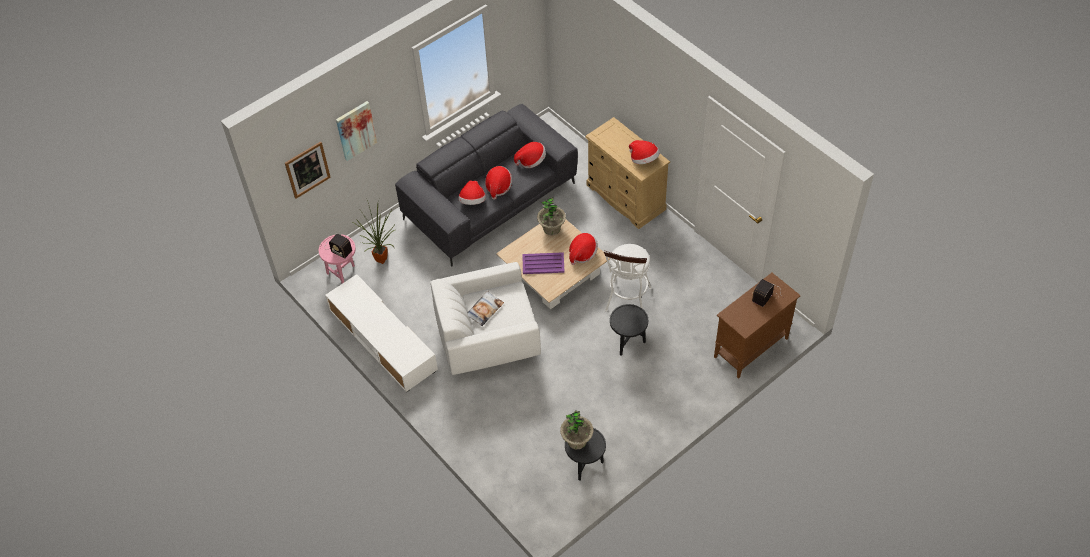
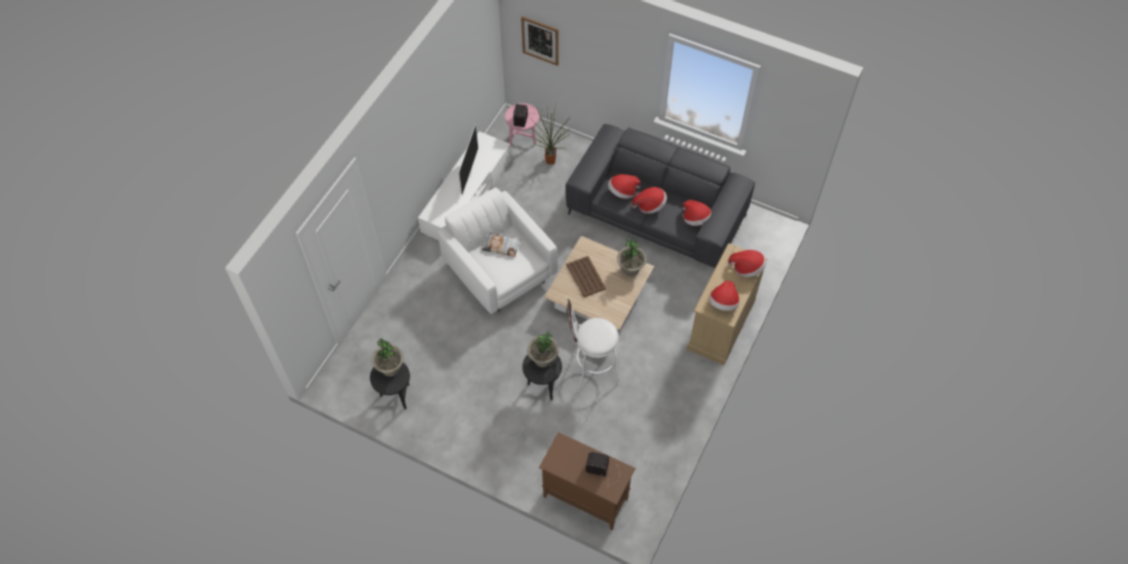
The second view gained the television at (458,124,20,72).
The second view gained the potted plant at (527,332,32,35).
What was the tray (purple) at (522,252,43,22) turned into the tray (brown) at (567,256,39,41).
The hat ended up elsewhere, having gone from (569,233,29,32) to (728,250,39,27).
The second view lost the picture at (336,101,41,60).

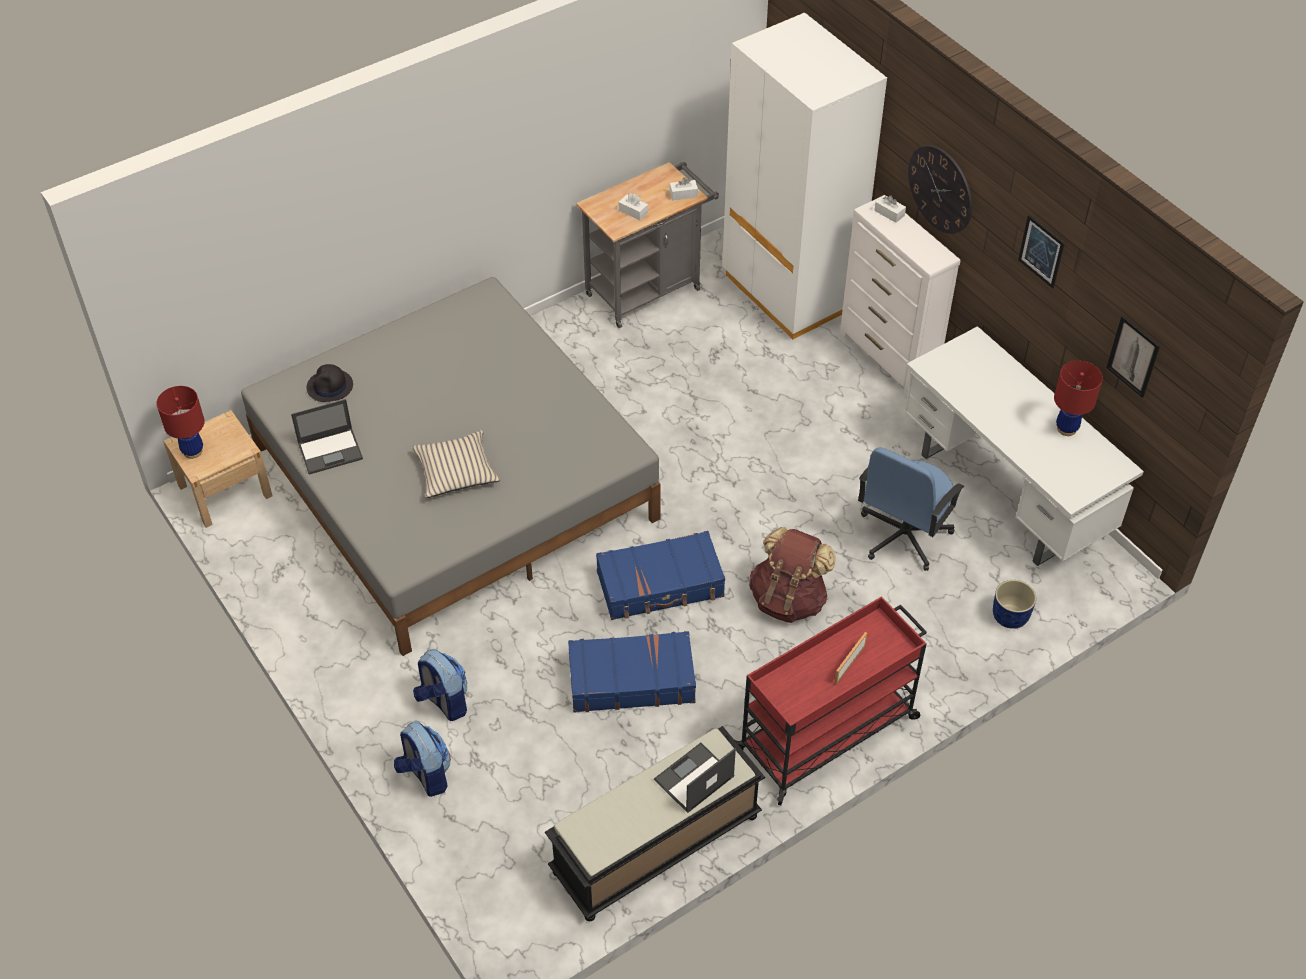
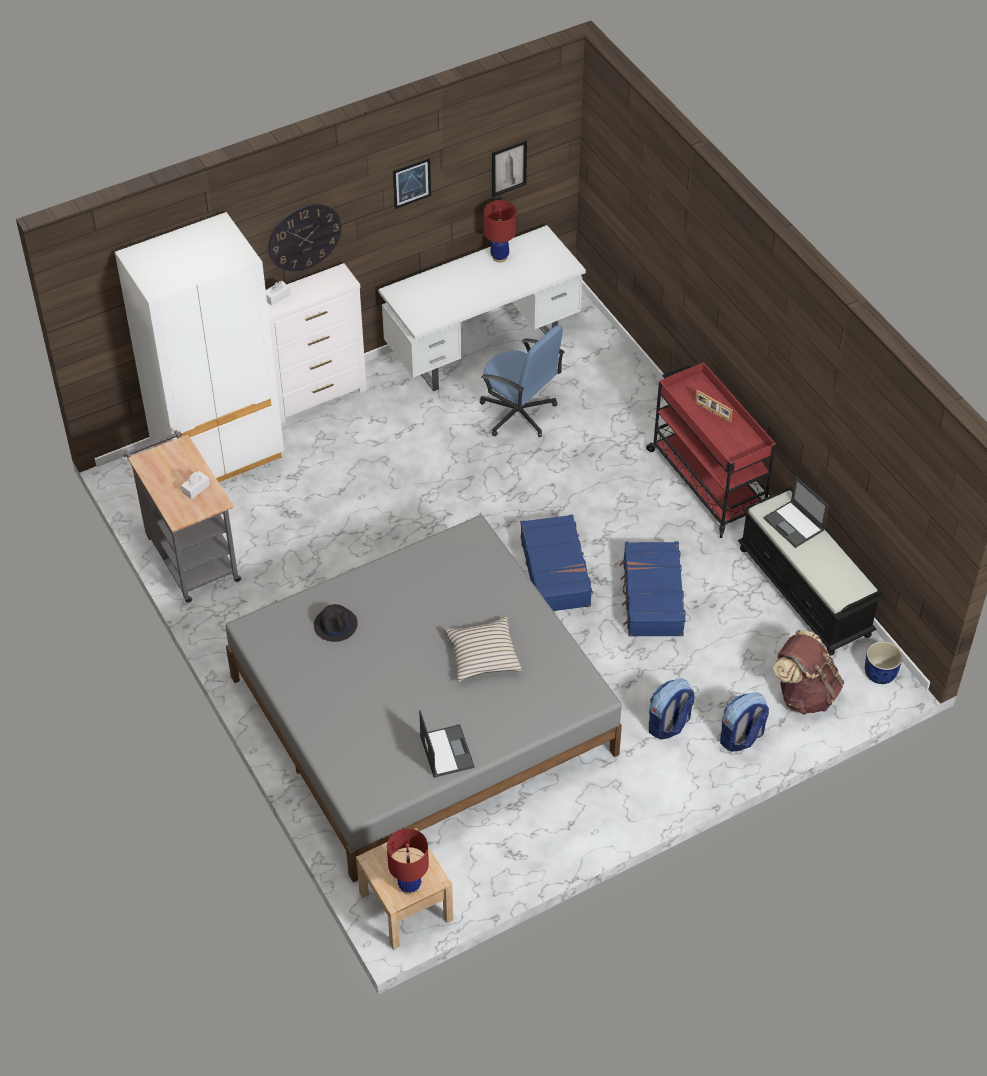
The hat (black) ended up elsewhere, having gone from (306,364,47,38) to (314,604,44,38).
The backpack (brown) ended up elsewhere, having gone from (749,527,87,96) to (773,630,71,85).
The planter (blue) ended up elsewhere, having gone from (993,580,43,49) to (865,641,38,43).
The second view lost the tissue box (white) at (669,178,29,22).

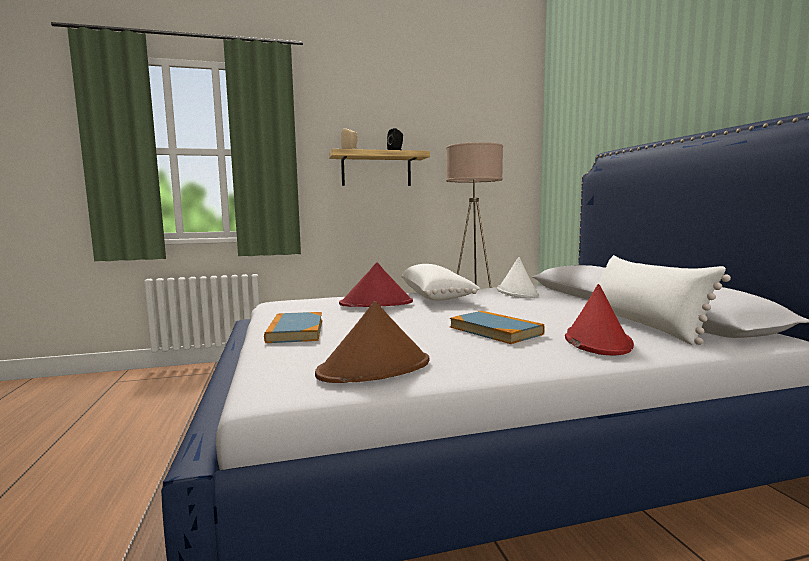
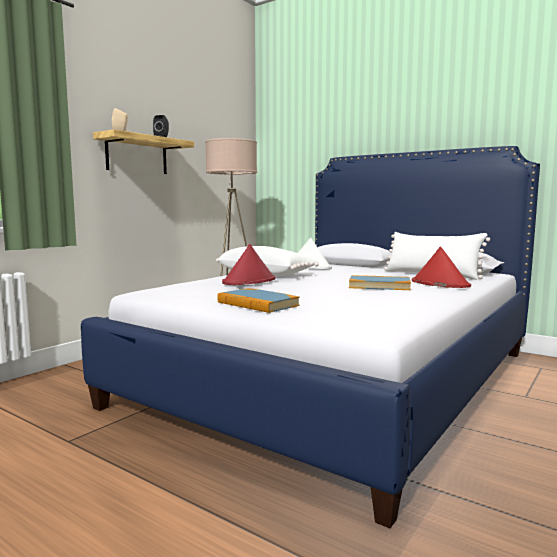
The second view lost the hat (brown) at (315,301,114,82).

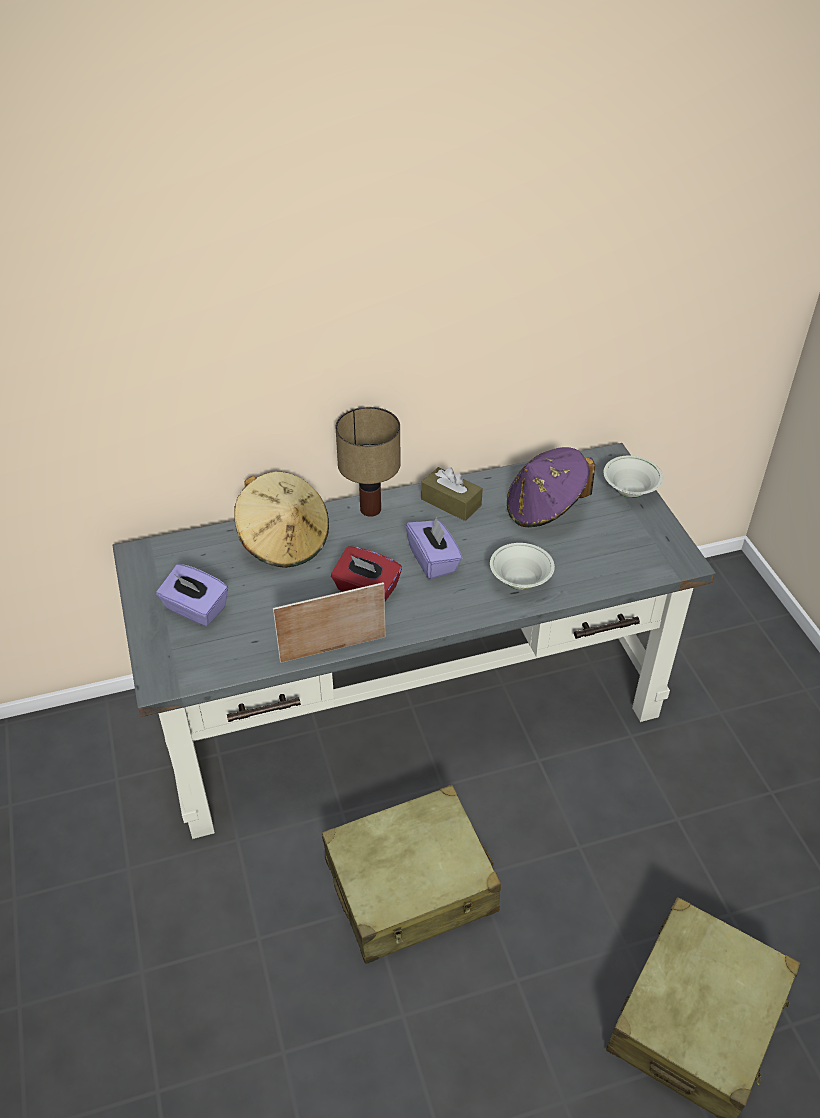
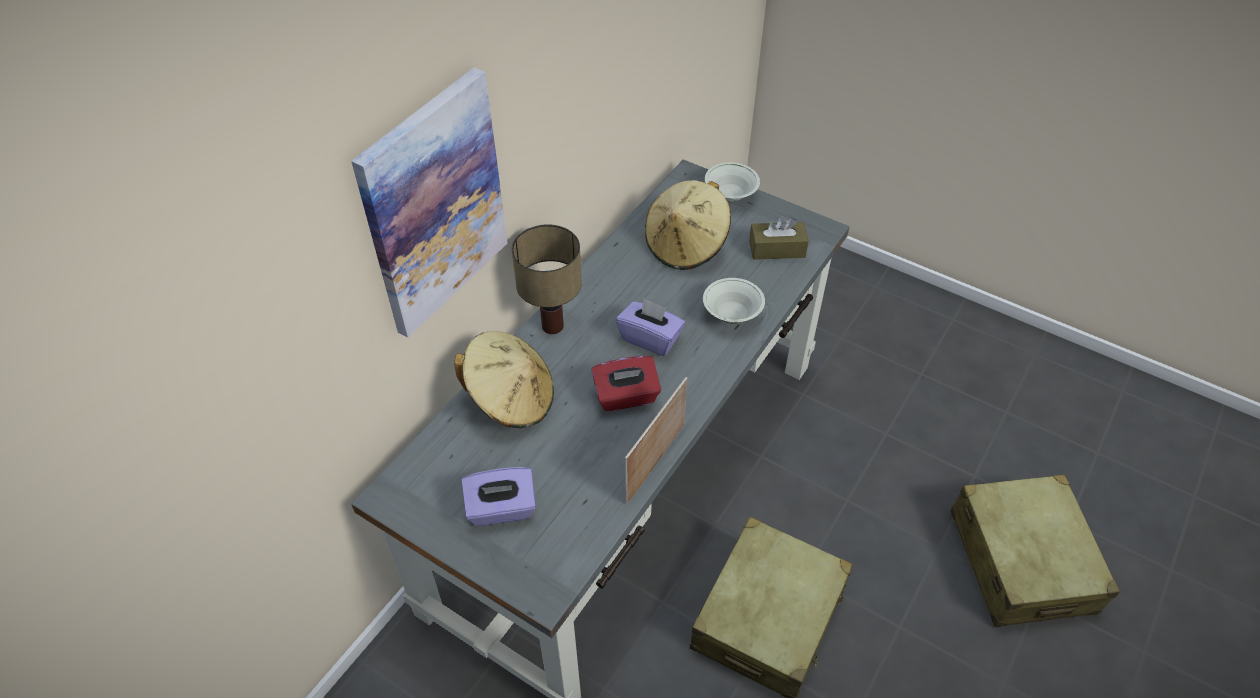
The second view gained the picture at (351,67,157,271).
What was the hat (purple) at (507,447,88,80) turned into the hat (beige) at (645,180,86,90).
The tissue box (brown) ended up elsewhere, having gone from (421,467,62,54) to (749,216,60,44).

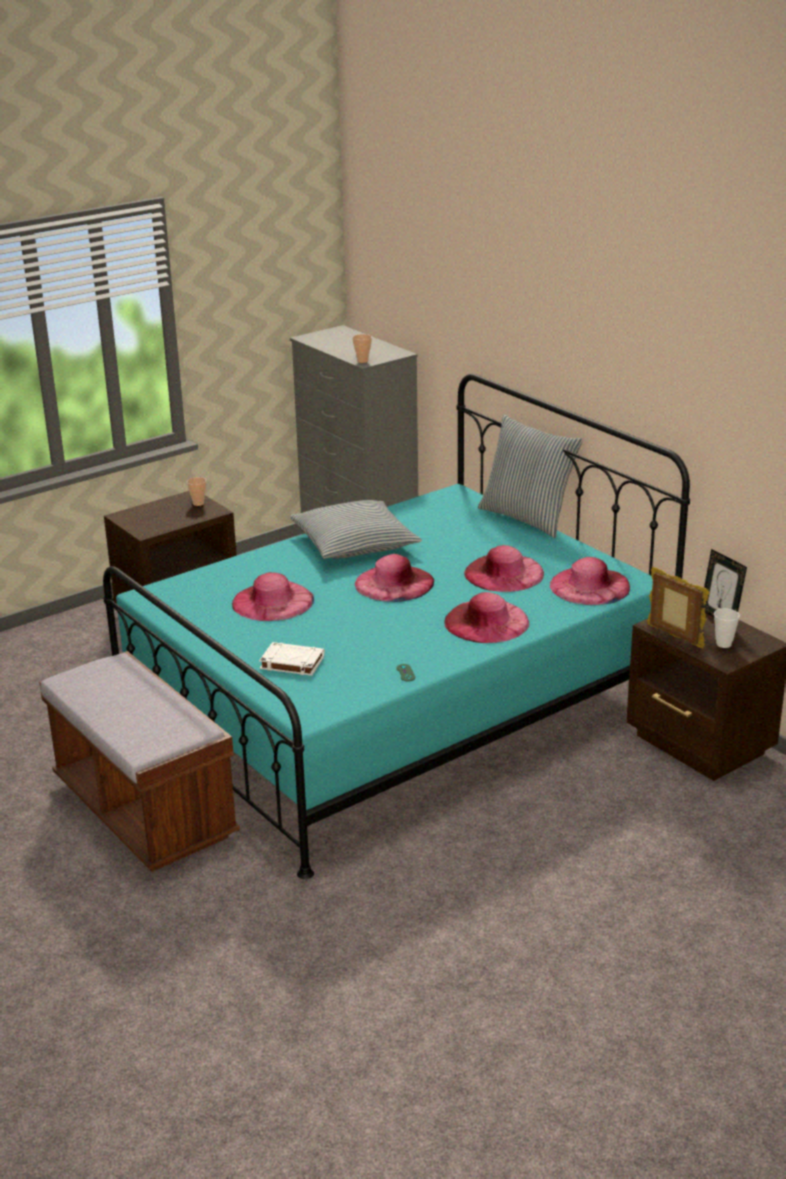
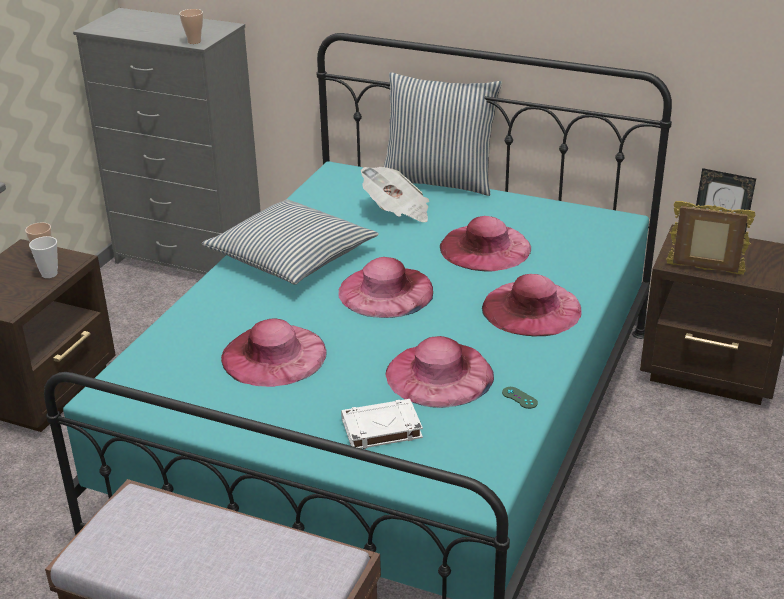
The cup ended up elsewhere, having gone from (714,608,26,40) to (29,236,29,42).
The second view gained the newspaper at (361,167,68,55).
The hat (pink) ended up elsewhere, having gone from (550,557,80,48) to (386,336,108,72).

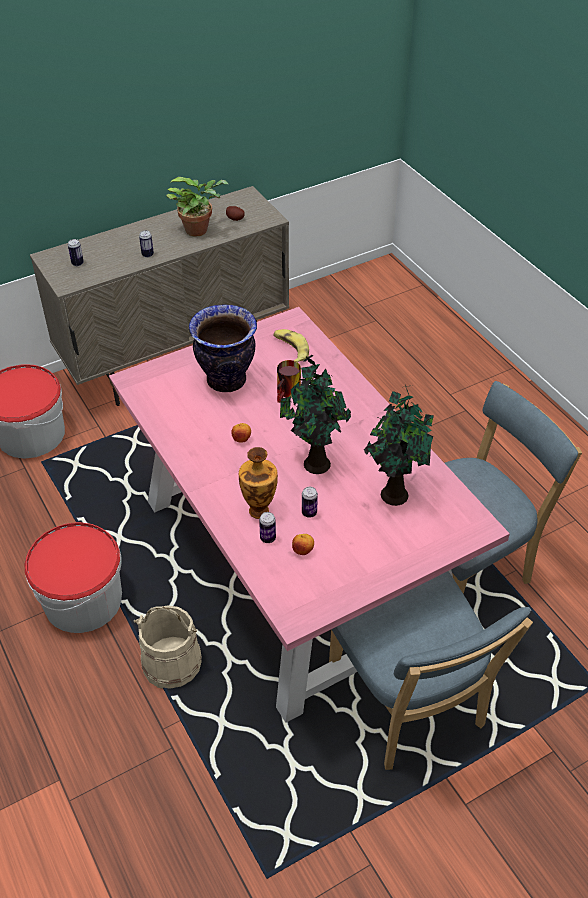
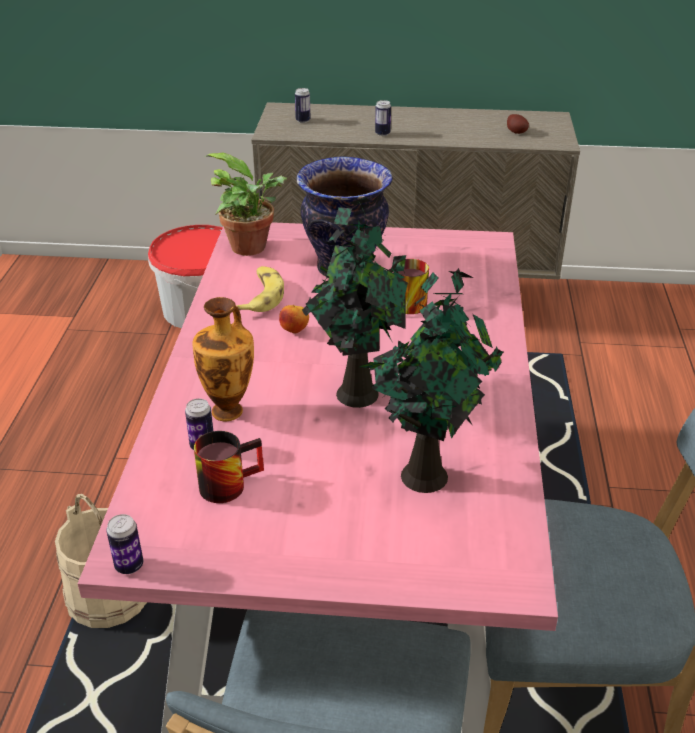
The can ended up elsewhere, having gone from (302,487,16,31) to (106,514,37,60).
Where the apple stood at (292,534,22,21), the mug came to stand at (194,431,70,72).
The potted plant ended up elsewhere, having gone from (166,177,62,60) to (206,152,81,104).
The banana ended up elsewhere, having gone from (273,329,36,33) to (237,266,47,46).
The second view lost the bucket at (24,522,98,111).

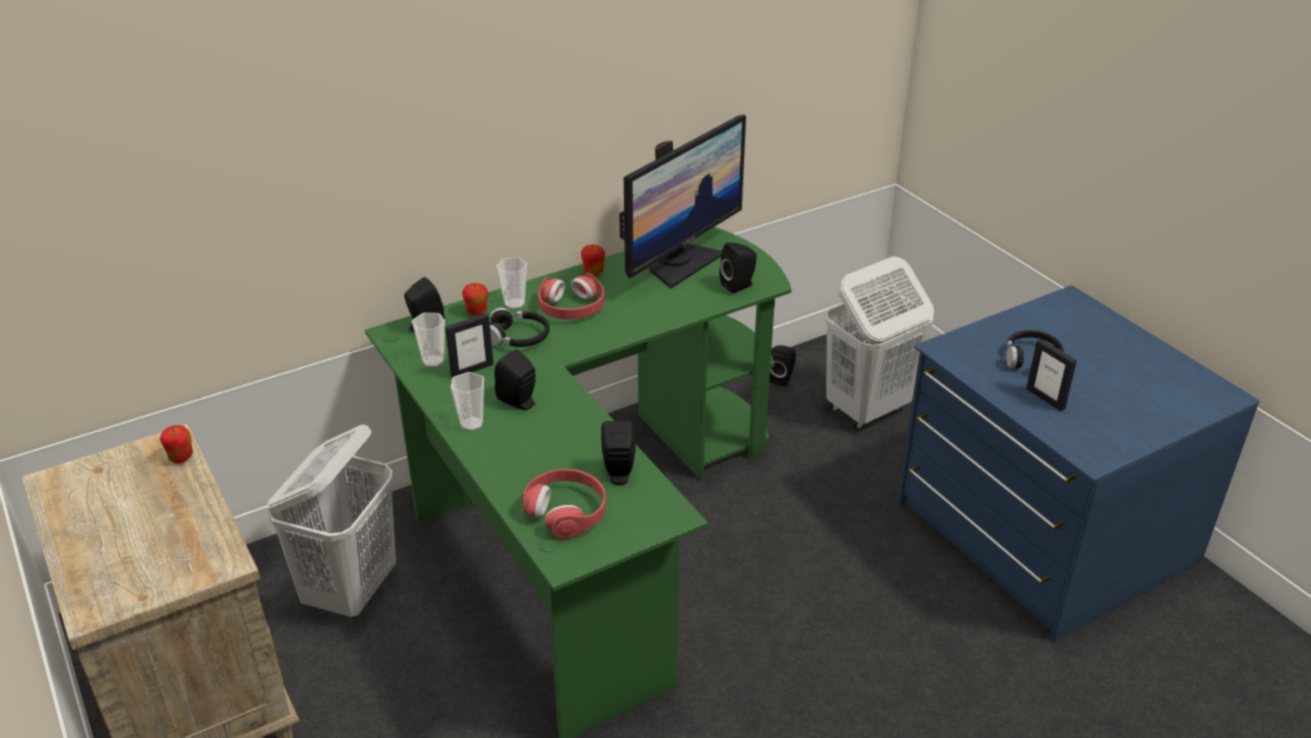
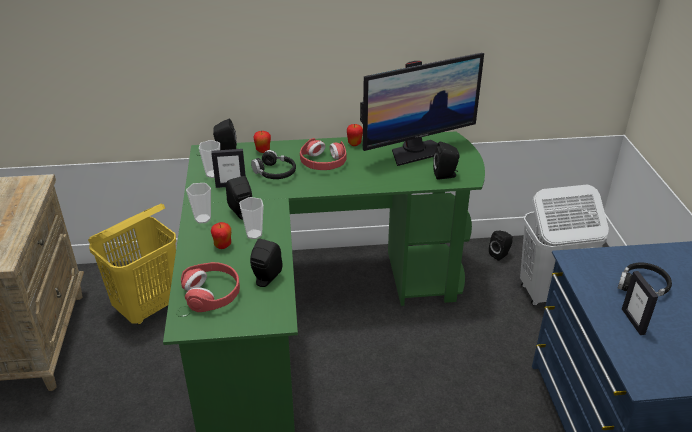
What was the laundry basket (white) at (266,424,130,194) turned into the laundry basket (yellow) at (88,203,88,122).
The apple ended up elsewhere, having gone from (160,425,33,39) to (211,222,20,27).
The cup ended up elsewhere, having gone from (496,257,31,52) to (239,197,25,42).

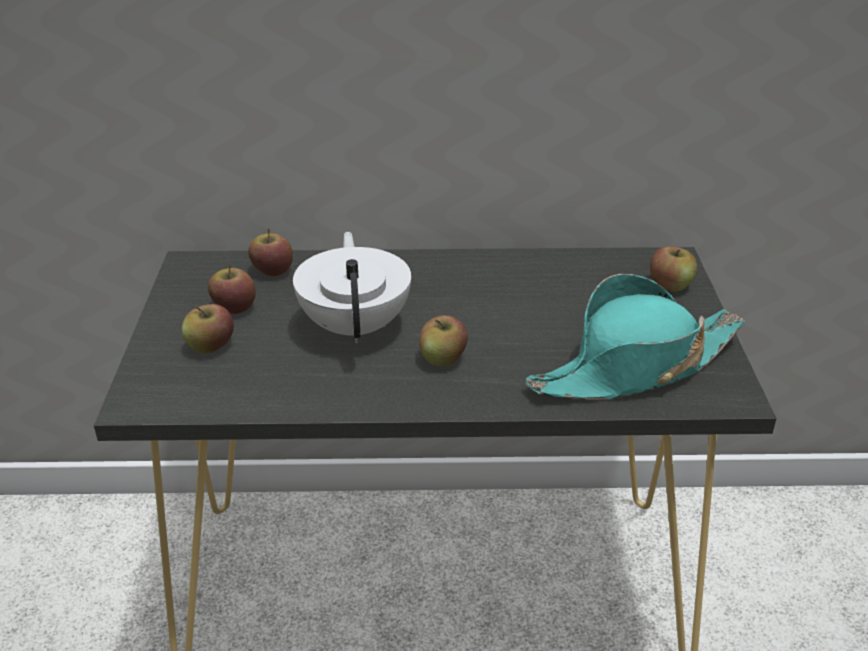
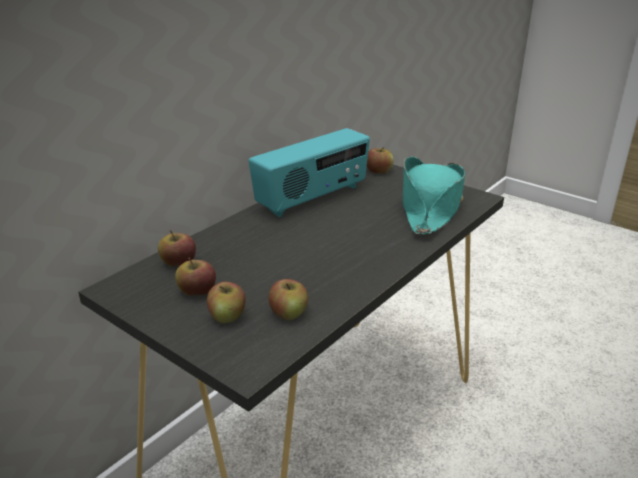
The second view gained the radio at (249,128,121,89).
The apple ended up elsewhere, having gone from (419,315,49,52) to (268,279,40,41).
The second view lost the teapot (white) at (293,232,118,111).

